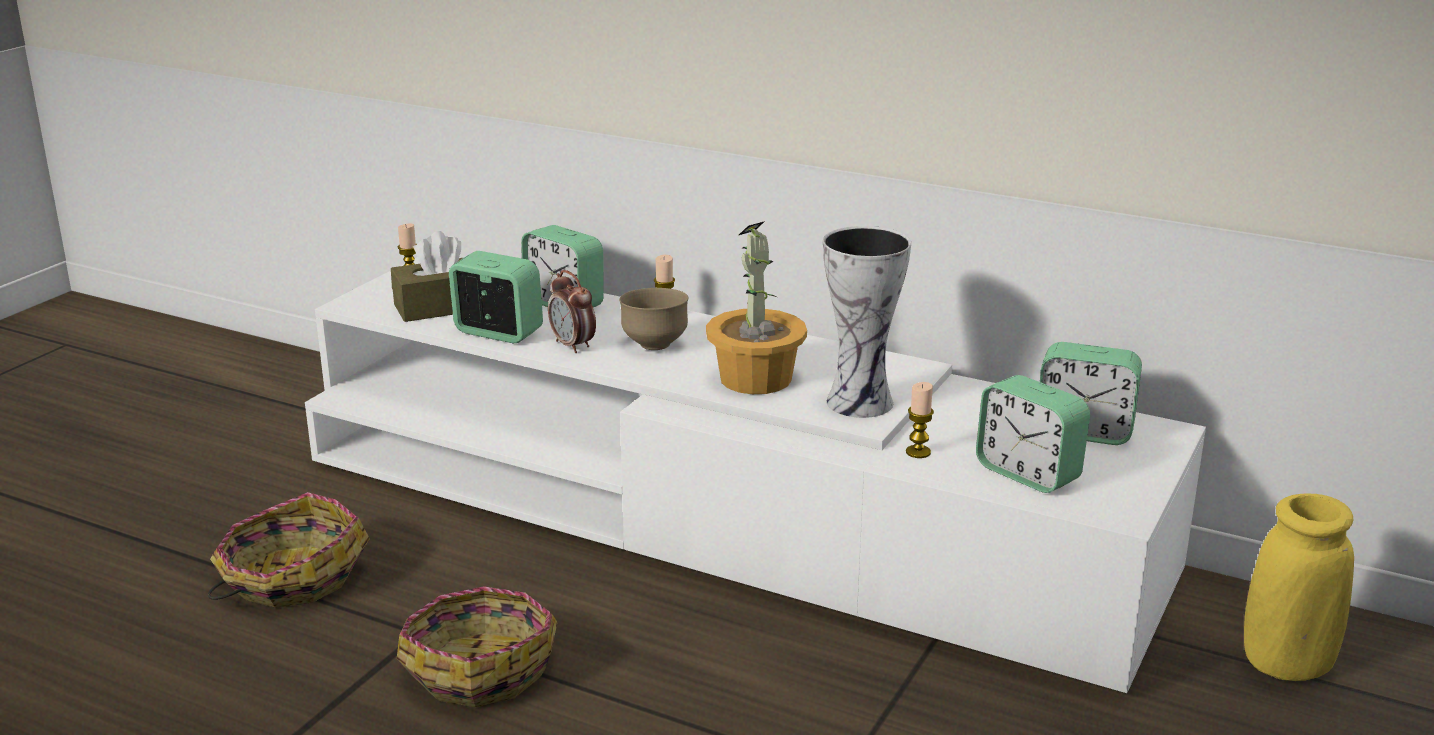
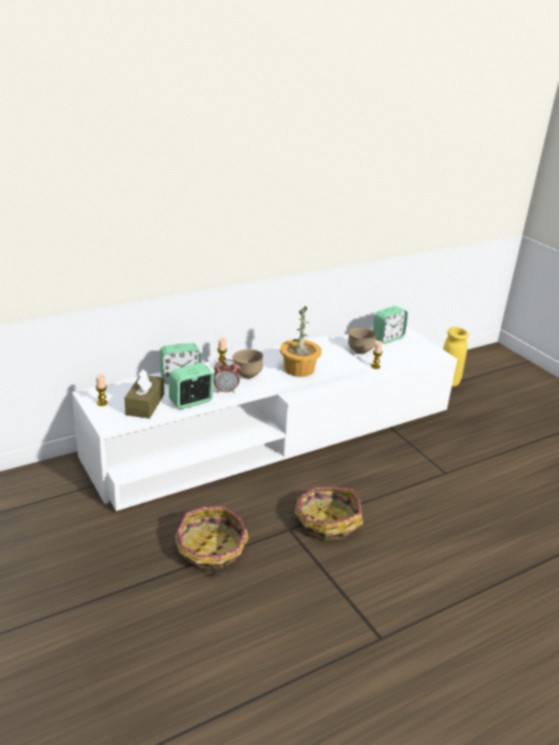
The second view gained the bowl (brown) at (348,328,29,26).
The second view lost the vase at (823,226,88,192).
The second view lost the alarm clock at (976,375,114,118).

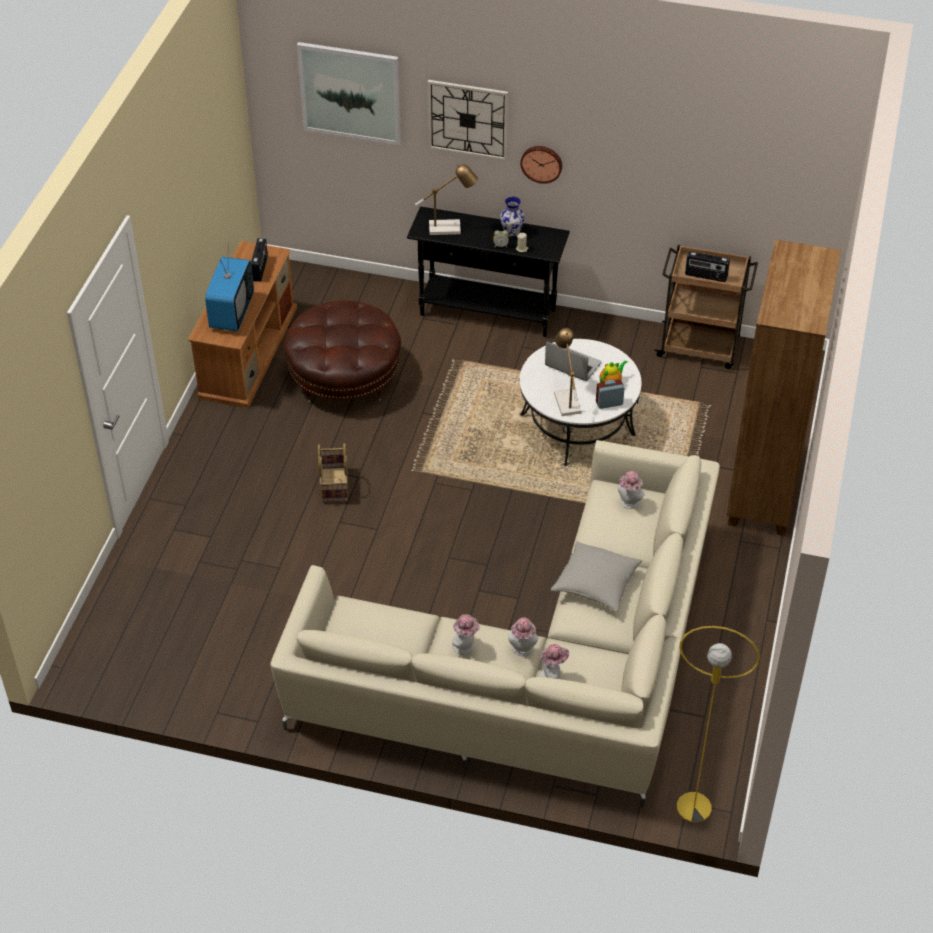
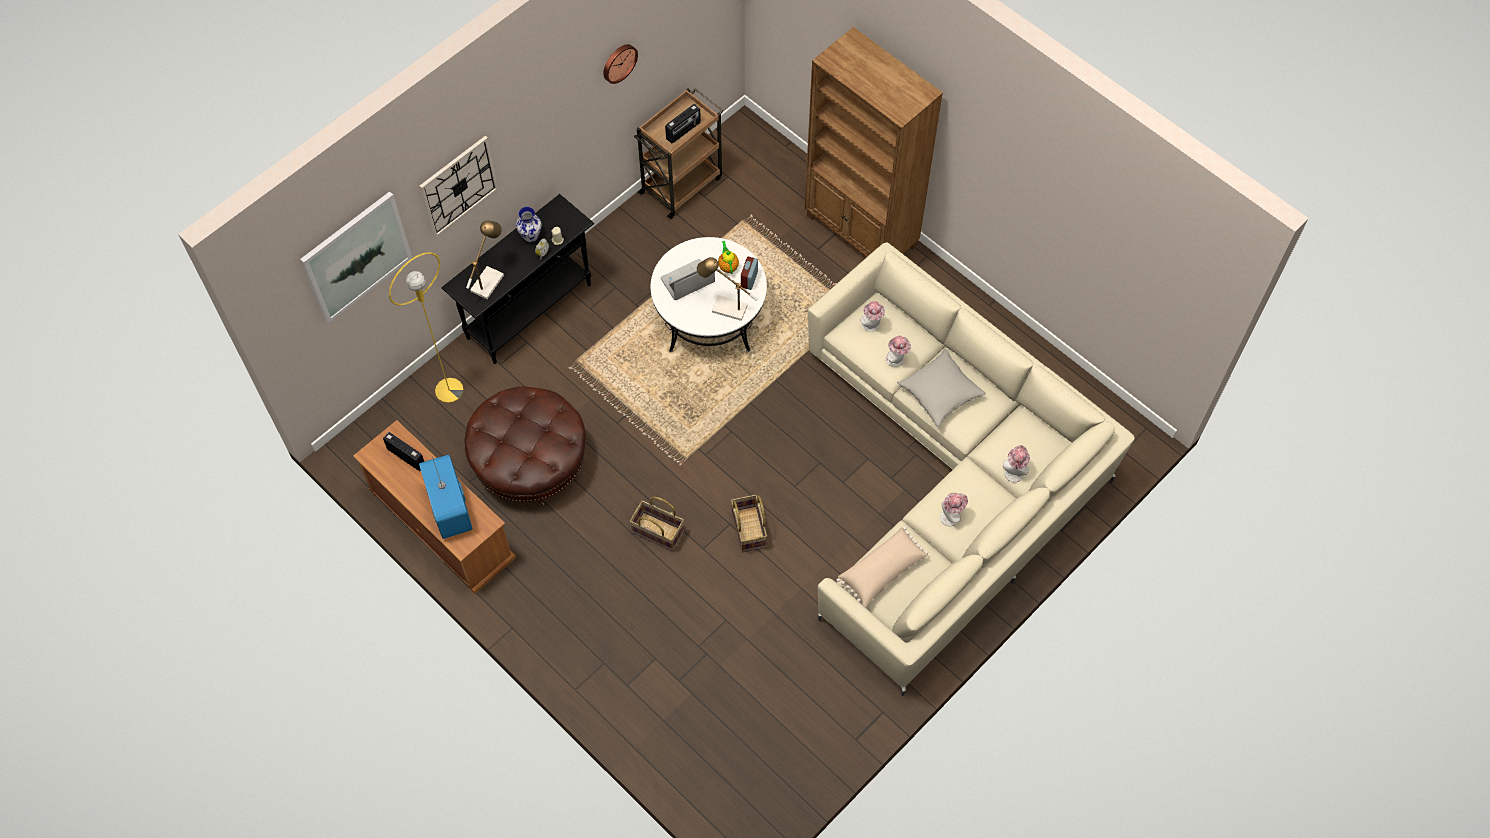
The floor lamp (yellow) ended up elsewhere, having gone from (677,626,83,196) to (389,252,74,151).
The television at (205,242,49,89) ended up facing another way, 150 degrees counterclockwise from before.
The wall clock ended up elsewhere, having gone from (520,146,42,38) to (603,44,35,40).
The second view gained the basket at (731,494,36,58).
The second view gained the pillow (beige) at (836,527,92,81).
The hat ended up elsewhere, having gone from (508,617,30,39) to (886,336,26,31).

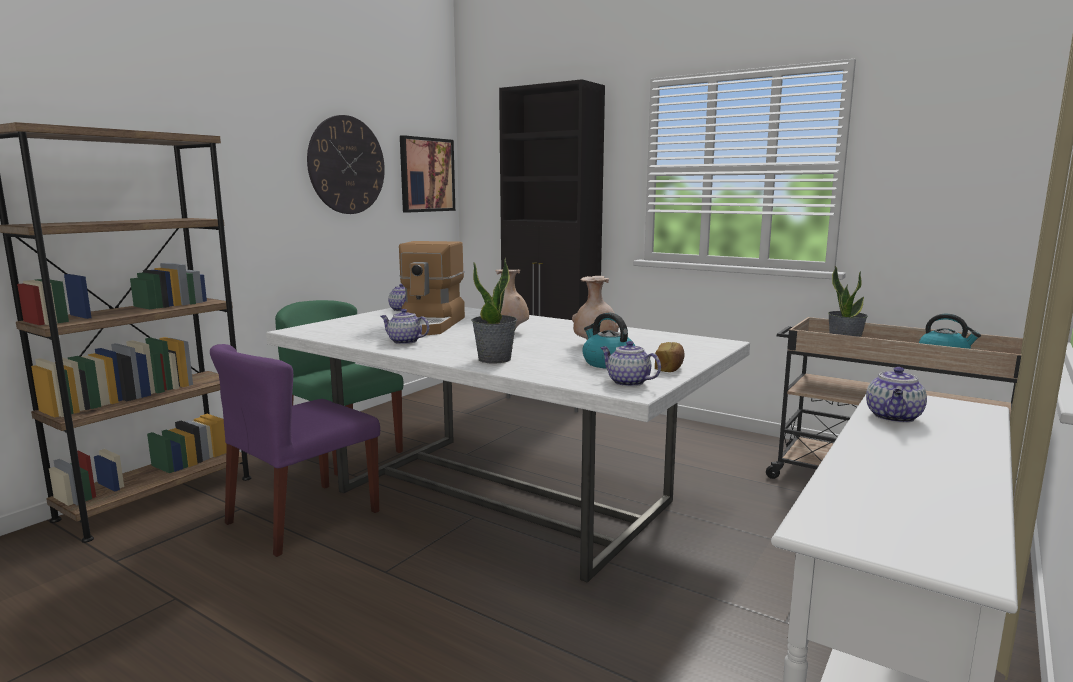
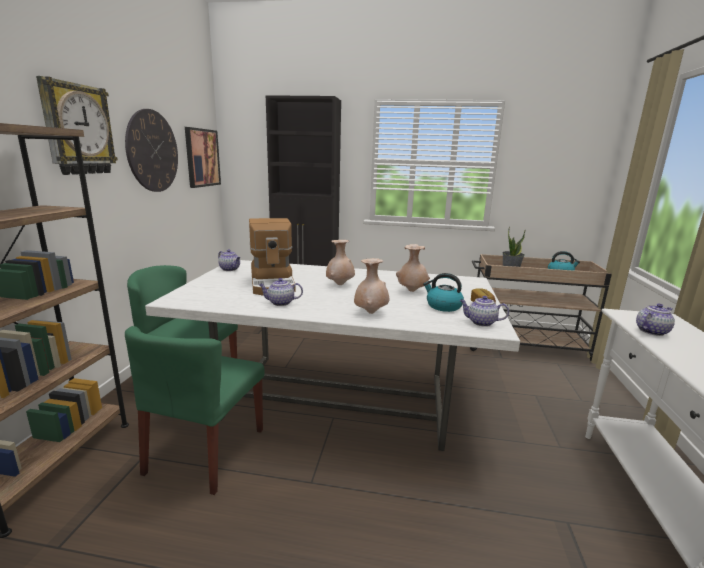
The second view gained the wall clock at (36,76,82,99).
What was the chair (purple) at (210,344,170,213) turned into the chair (green) at (125,326,140,169).
Where the potted plant stood at (471,258,46,106), the vase (beige) came to stand at (354,258,35,56).
The teapot at (866,367,61,56) ended up facing another way, 120 degrees counterclockwise from before.

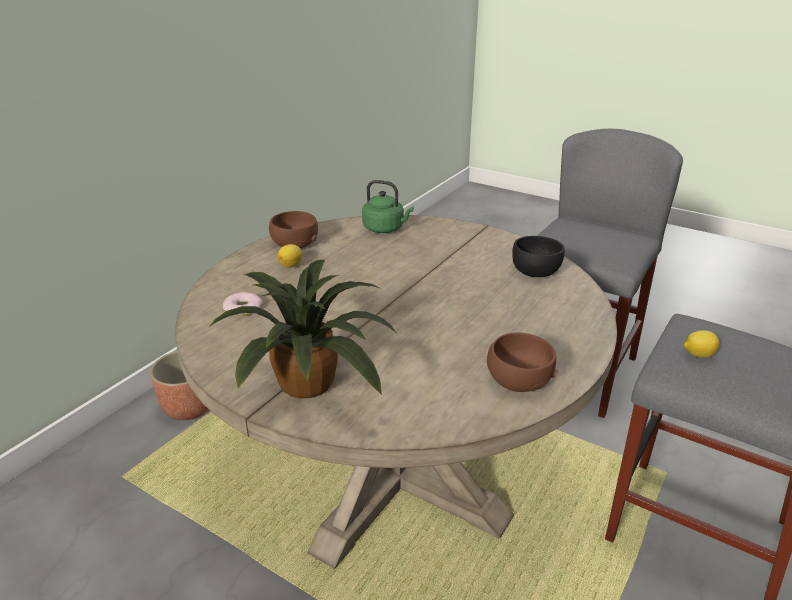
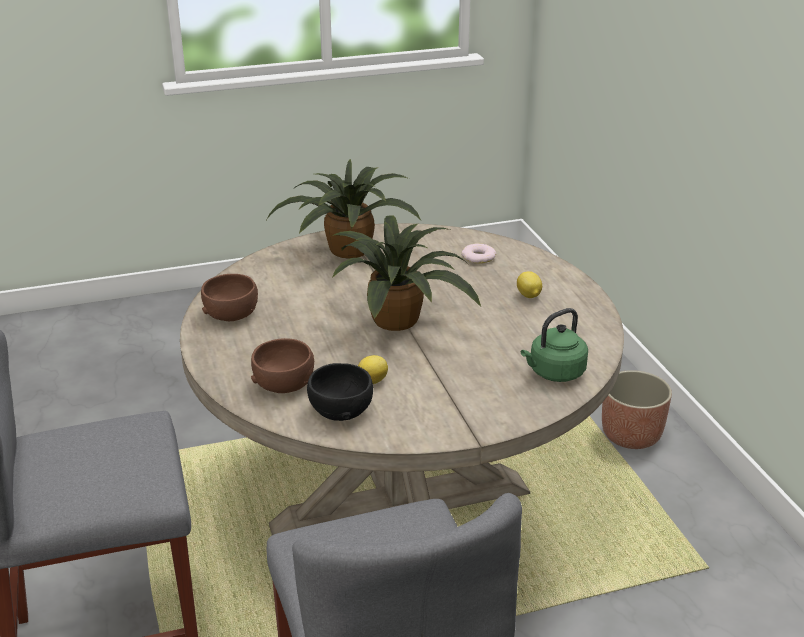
The bowl (brown) ended up elsewhere, having gone from (269,211,49,38) to (251,338,63,55).
The second view gained the potted plant at (332,215,149,116).
The lemon ended up elsewhere, having gone from (683,330,37,28) to (358,355,30,29).

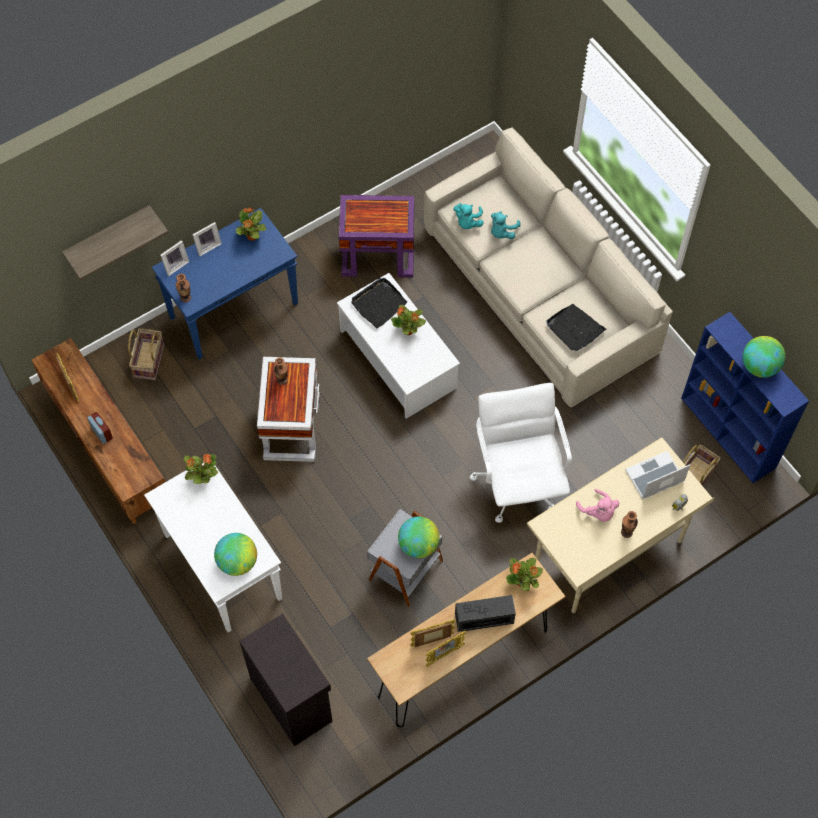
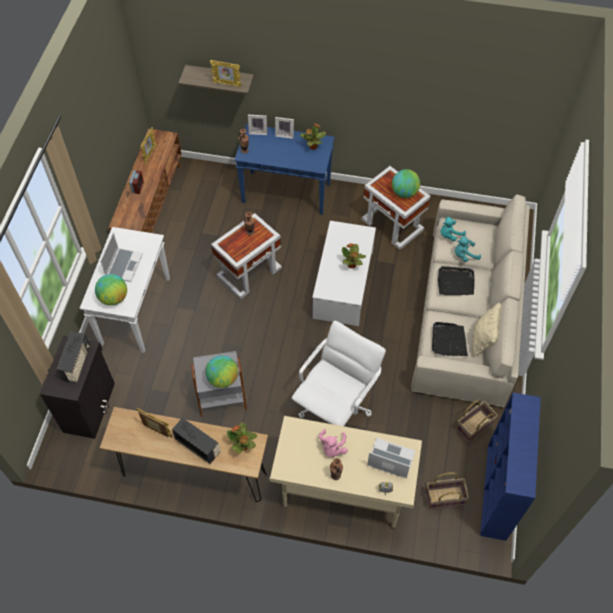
The second view gained the radio at (57,332,33,51).
The second view gained the laptop at (100,232,43,50).
The picture frame ended up elsewhere, having gone from (425,631,41,36) to (210,60,32,27).
What was the side table (purple) at (339,195,75,83) turned into the side table (white) at (361,166,70,84).
The globe ended up elsewhere, having gone from (743,336,42,42) to (392,169,28,29).
The tray (black) ended up elsewhere, having gone from (352,278,55,50) to (438,266,36,29).
The basket ended up elsewhere, having gone from (128,328,37,52) to (456,399,42,44).
The second view gained the pillow (beige) at (472,302,30,55).
The second view lost the potted plant at (184,454,34,30).

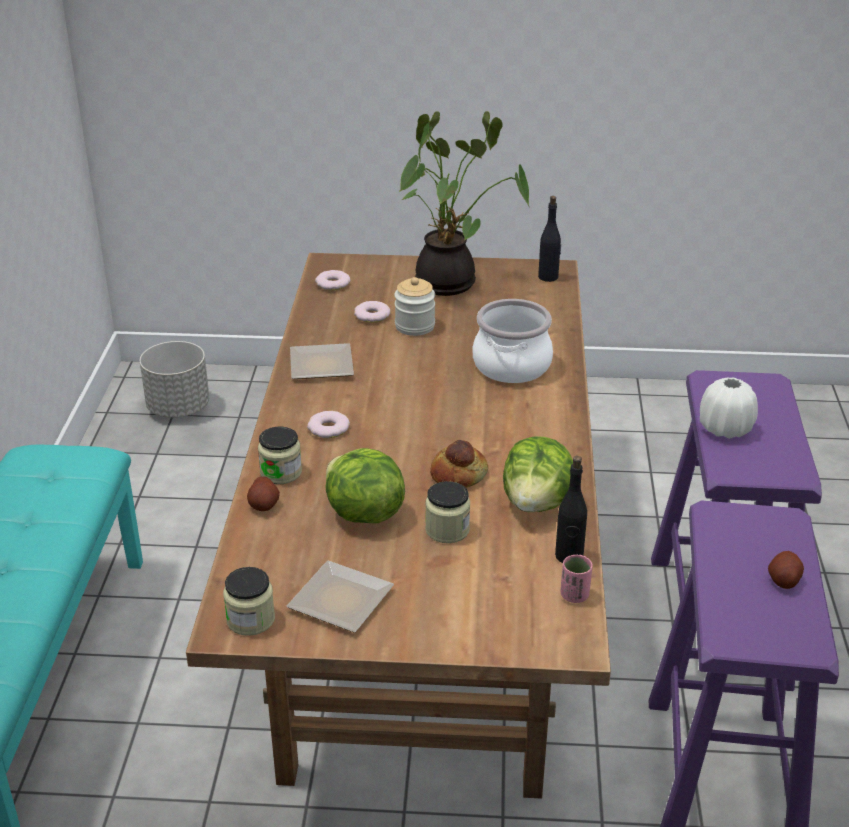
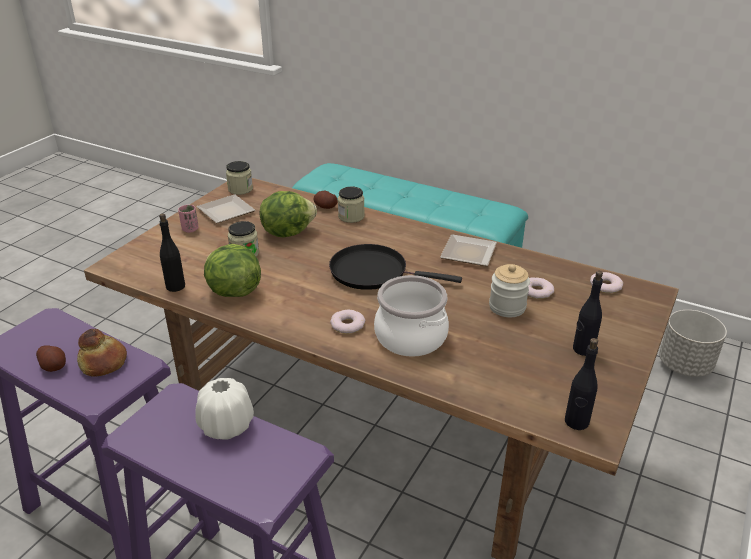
The bread ended up elsewhere, having gone from (430,440,58,48) to (77,329,50,47).
The cup (pink) ended up elsewhere, having gone from (560,555,32,48) to (178,205,21,28).
The second view gained the frying pan (black) at (329,244,133,46).
The donut ended up elsewhere, having gone from (307,411,43,27) to (330,310,35,24).
Where the potted plant stood at (399,111,130,185), the bottle (black) came to stand at (573,271,30,85).

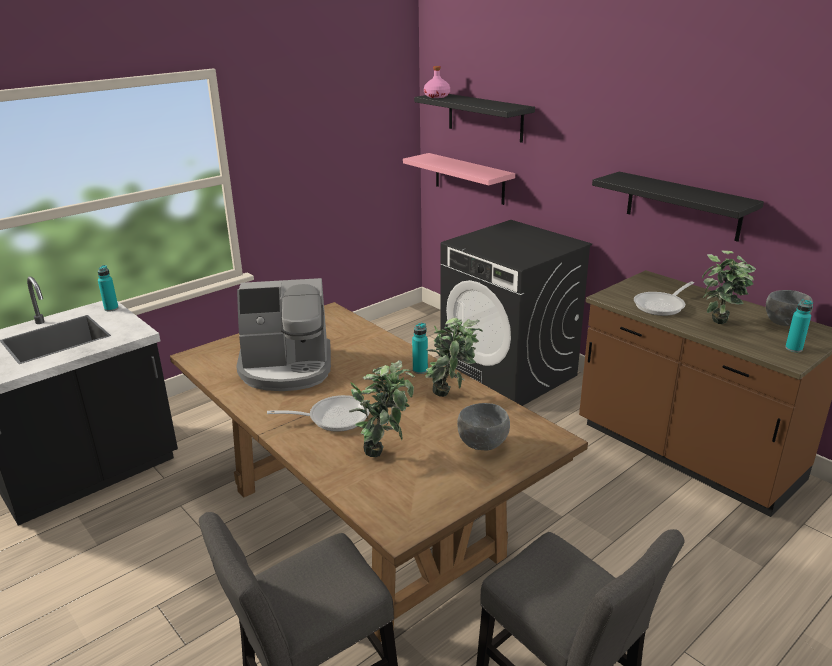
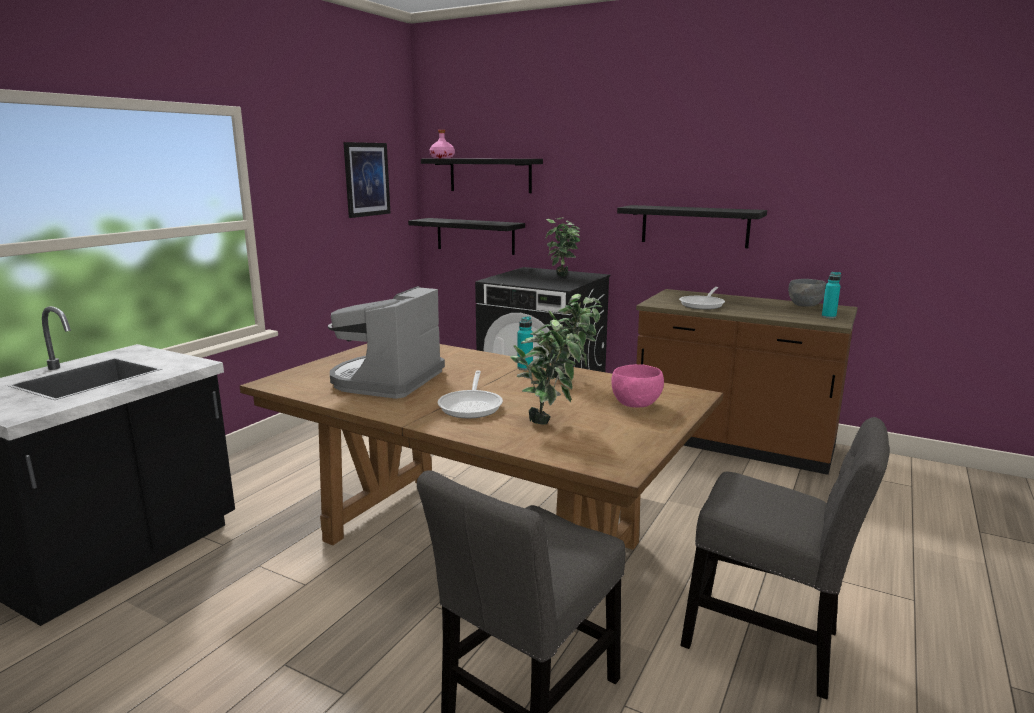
The coffee machine at (236,278,95,113) ended up facing another way, 135 degrees clockwise from before.
The second view gained the picture at (343,142,48,76).
What was the shelf (pink) at (403,153,112,52) turned into the shelf (black) at (408,218,117,37).
The frying pan at (267,395,103,37) ended up facing another way, 120 degrees clockwise from before.
The potted plant ended up elsewhere, having gone from (702,251,54,73) to (545,217,36,59).
What was the bowl (grey) at (457,403,53,47) turned into the bowl (pink) at (611,364,53,43).
The second view lost the bottle (turquoise) at (98,265,21,47).

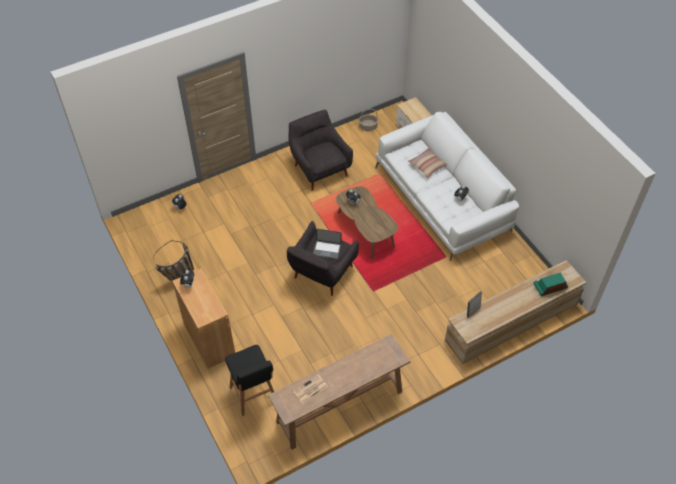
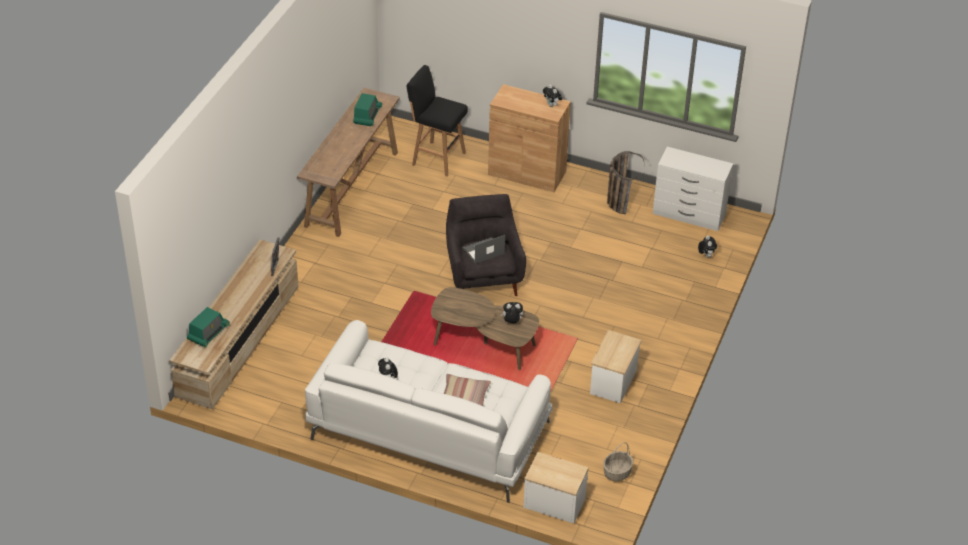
Where the newspaper stood at (293,375,35,29), the radio came to stand at (353,93,29,33).
Where the armchair (grey) stood at (289,110,64,81), the side table came to stand at (590,330,51,73).
The second view gained the dresser (white) at (653,147,80,84).

